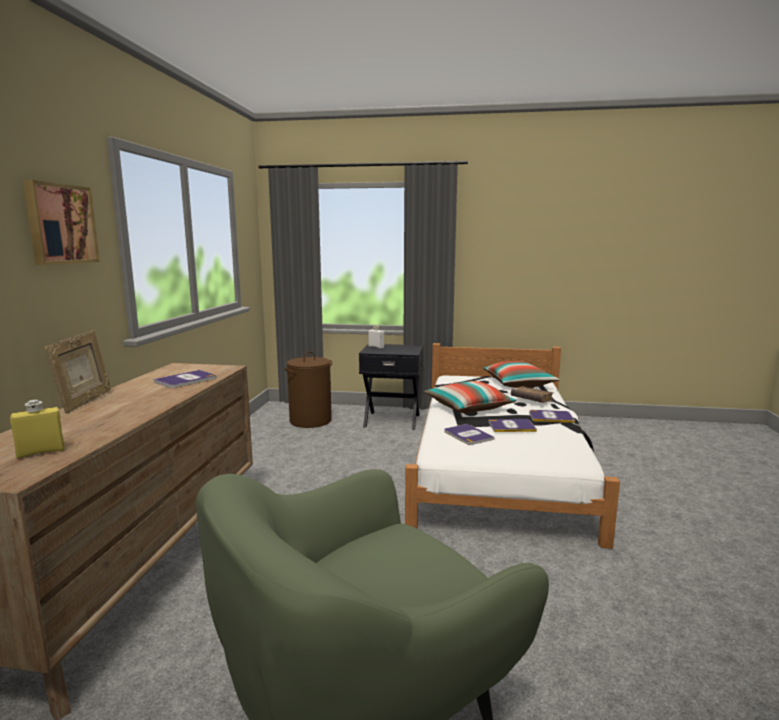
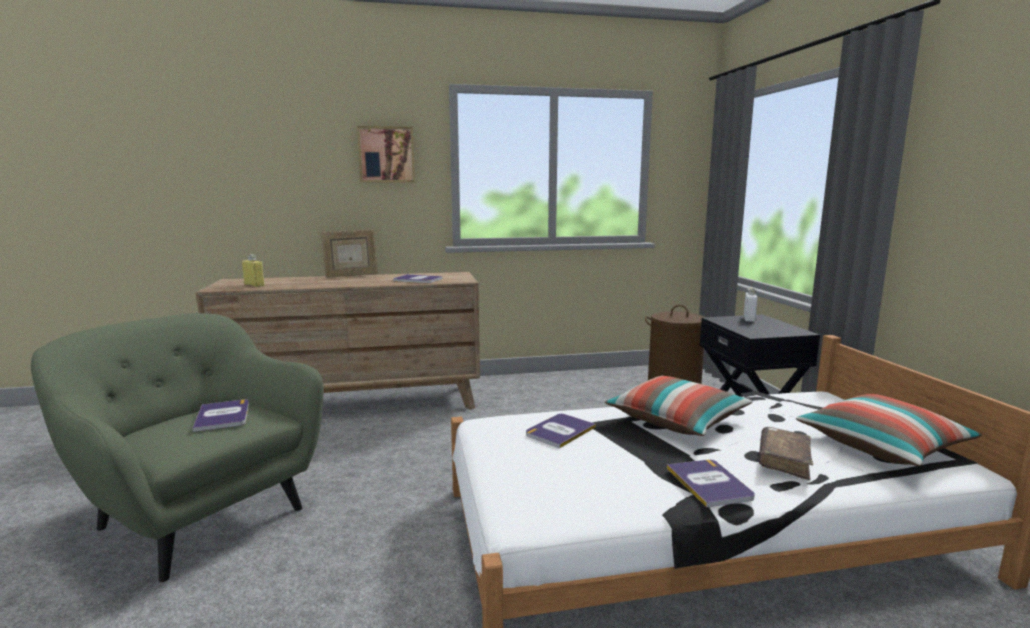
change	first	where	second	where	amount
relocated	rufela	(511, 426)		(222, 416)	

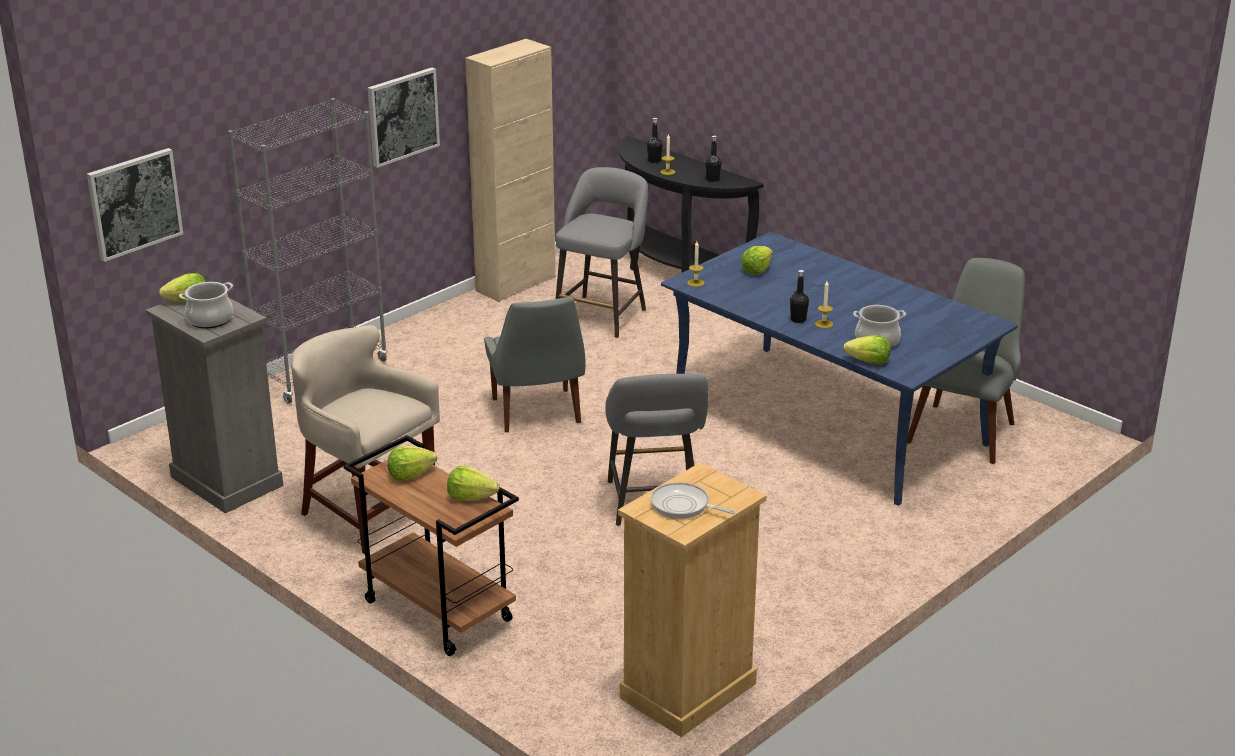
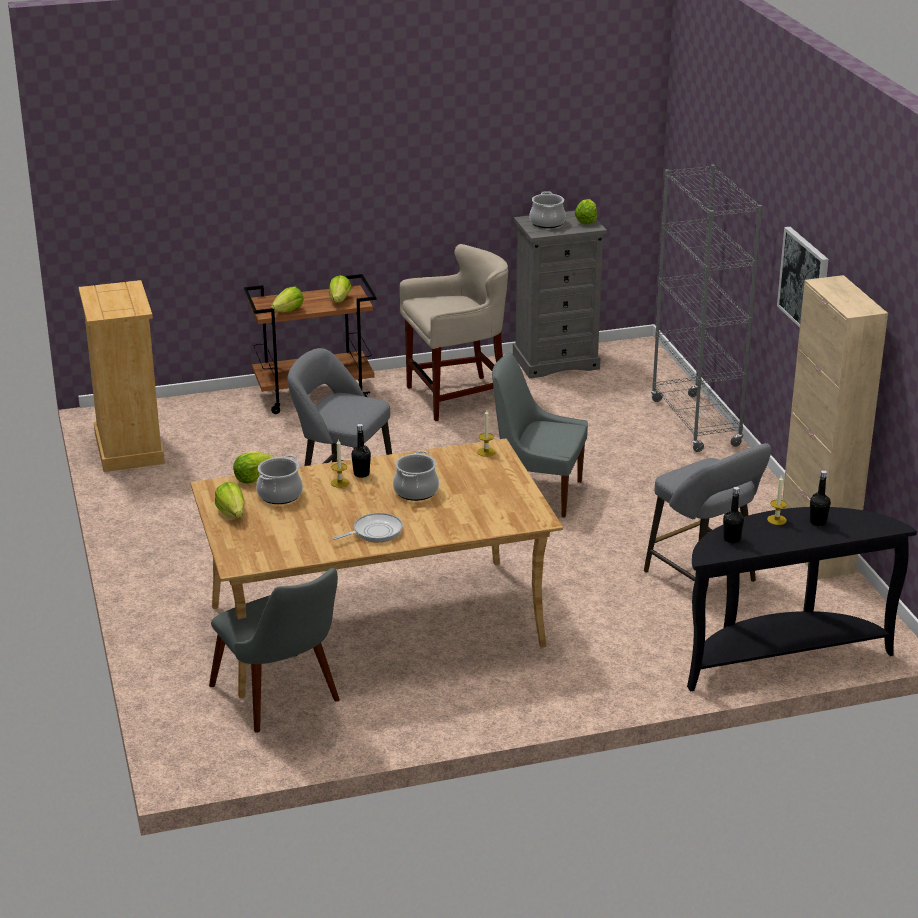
change	first	where	second	where	amount
missing	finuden	(134, 203)			
appeared			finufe	(416, 491)	
relocated	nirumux	(683, 506)		(374, 532)	
relocated	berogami	(757, 270)		(232, 513)	
colour	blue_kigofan	(826, 421)	beige_kigofan	(376, 625)	

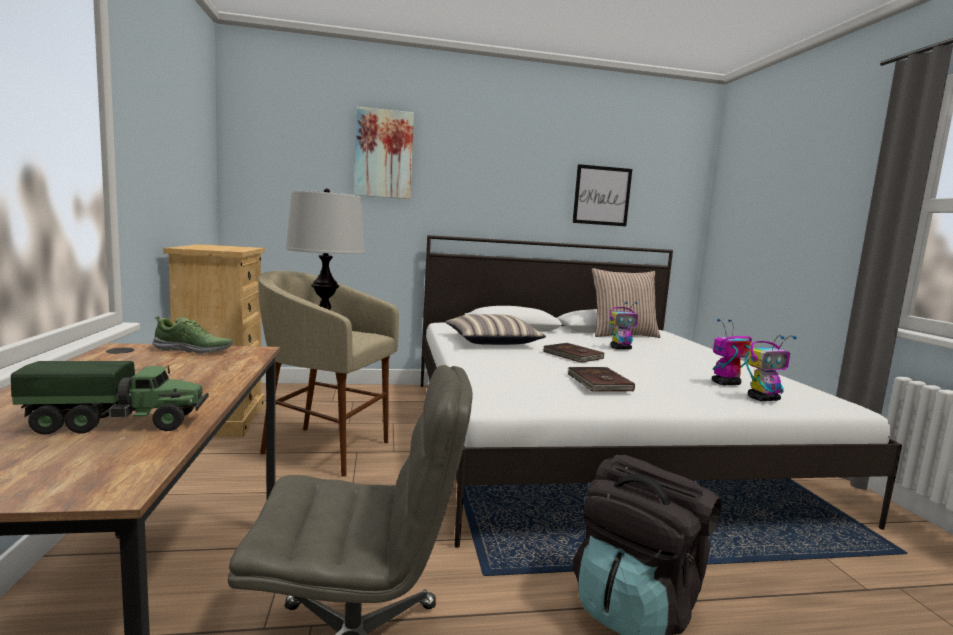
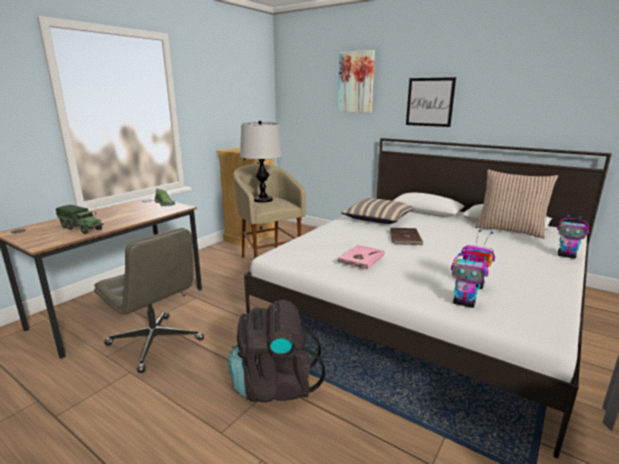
change	first	where	second	where	amount
relocated	finuden	(602, 196)		(430, 102)	
relocated	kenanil	(621, 348)		(566, 256)	
colour	brown_rufela	(598, 382)	pink_rufela	(361, 259)	

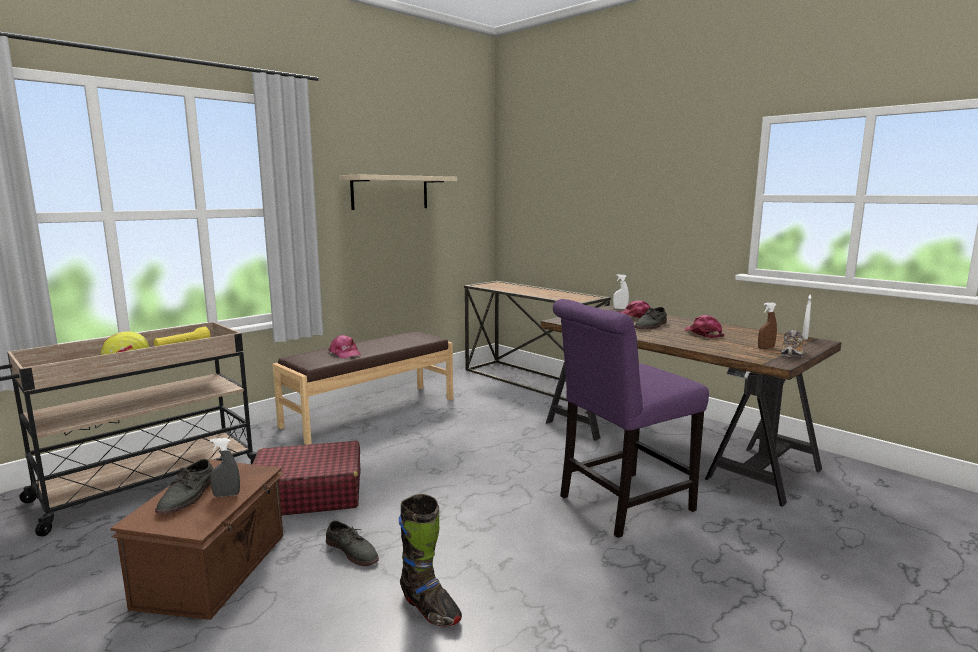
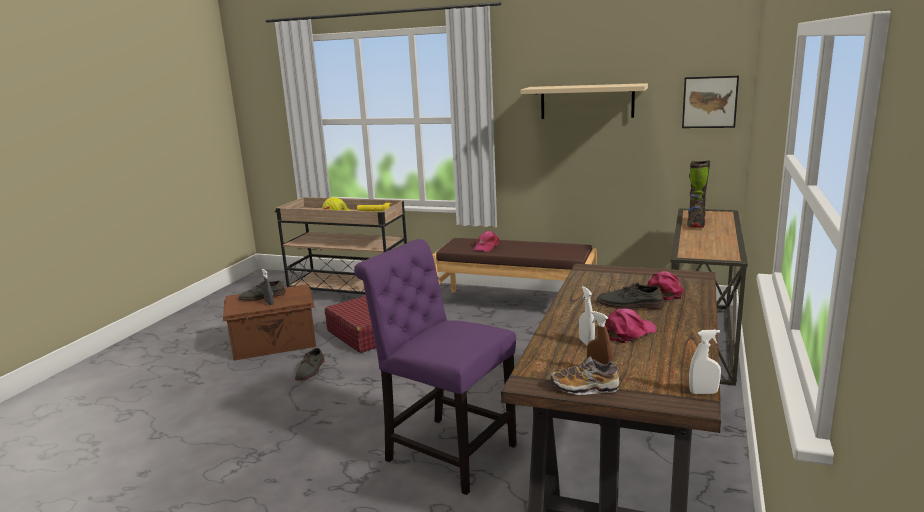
change	first	where	second	where	amount
appeared			finuden	(709, 102)	
relocated	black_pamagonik	(429, 608)		(695, 224)	
relocated	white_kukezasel	(620, 308)		(586, 343)	

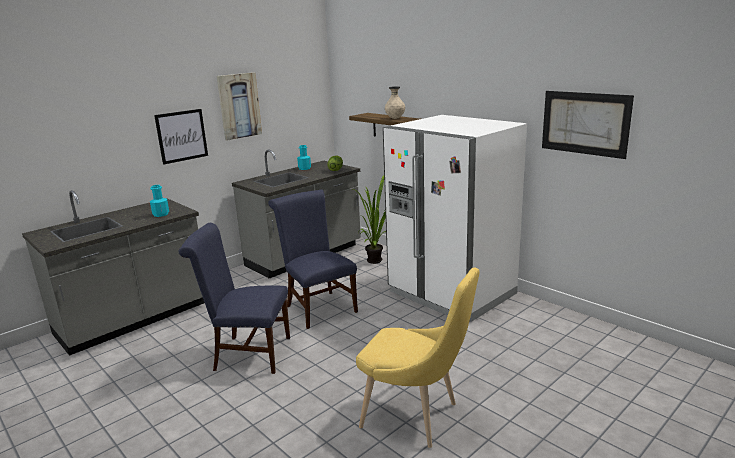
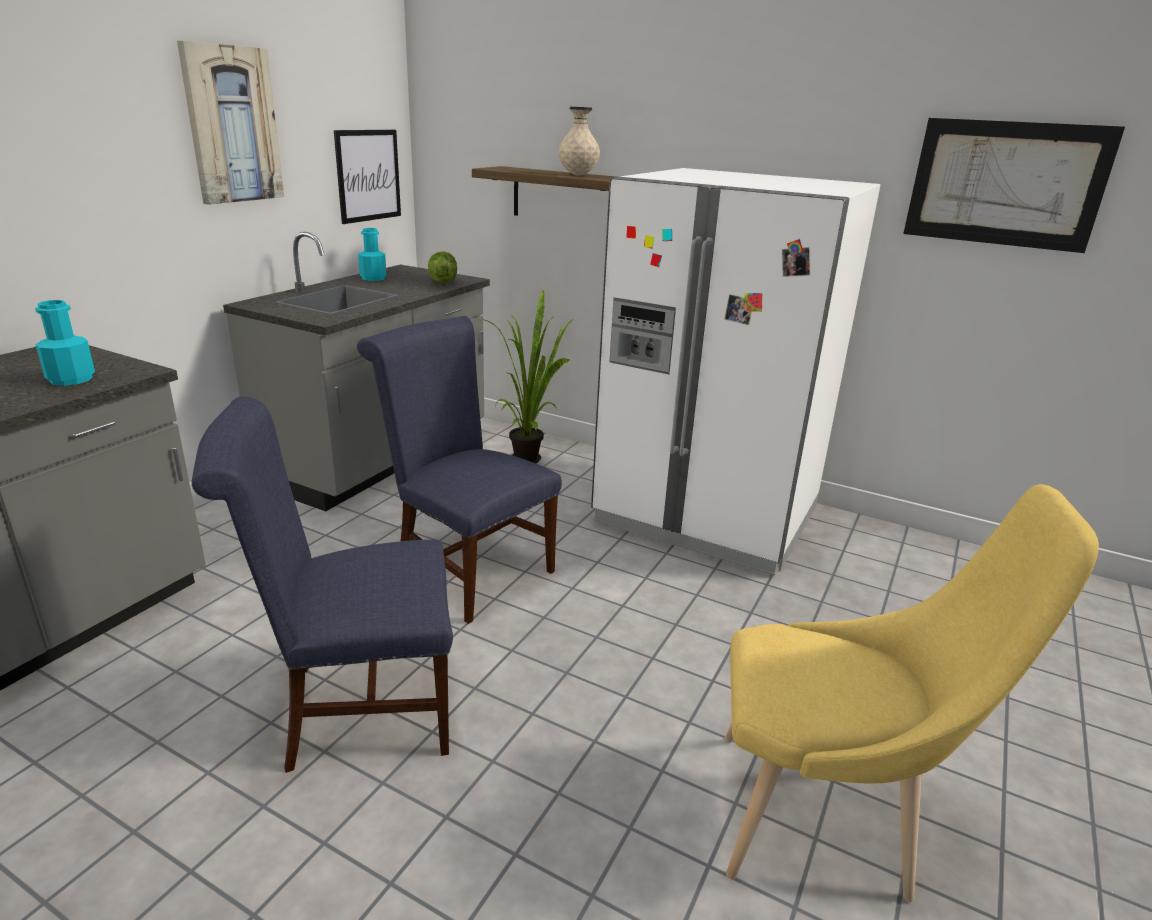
change	first	where	second	where	amount
relocated	finuden	(182, 136)		(368, 175)	

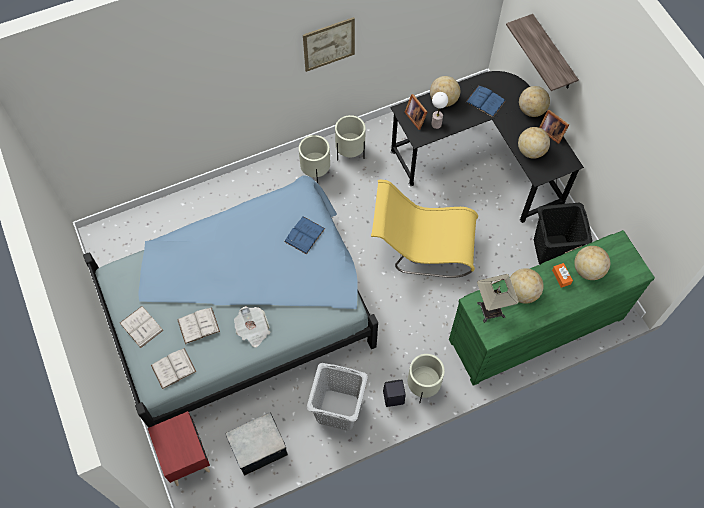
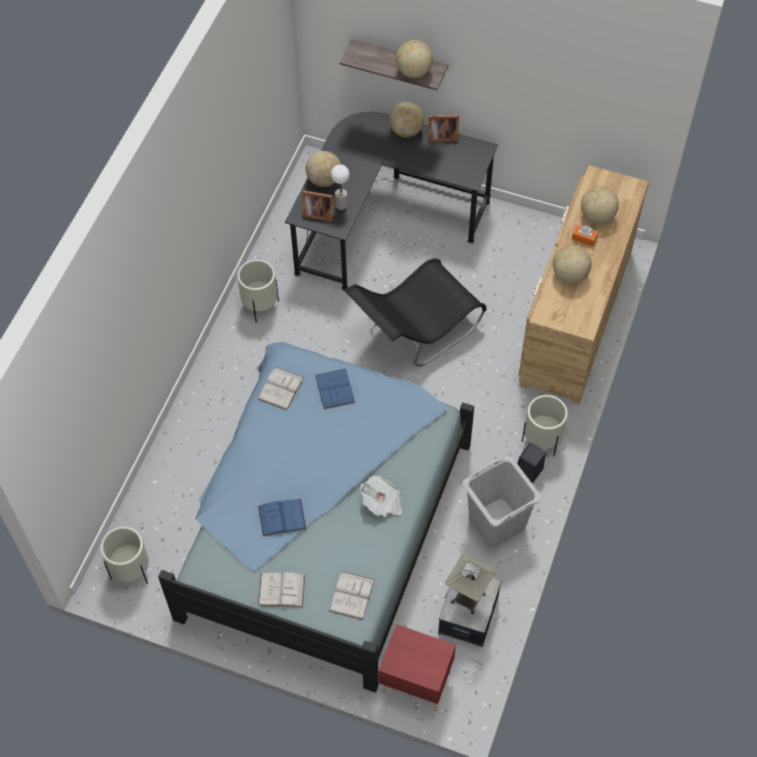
change	first	where	second	where	amount
missing	finuden	(329, 44)			
missing	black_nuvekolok	(553, 251)			
relocated	white_rufela	(198, 325)		(281, 388)	
relocated	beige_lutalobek	(315, 172)		(131, 571)	
relocated	blue_rufela	(485, 101)		(282, 517)	
relocated	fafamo	(491, 310)		(468, 598)	
relocated	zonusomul	(531, 151)		(414, 72)	
colour	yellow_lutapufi	(422, 248)	black_lutapufi	(416, 332)	
colour	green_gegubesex	(535, 328)	brown_gegubesex	(575, 317)	

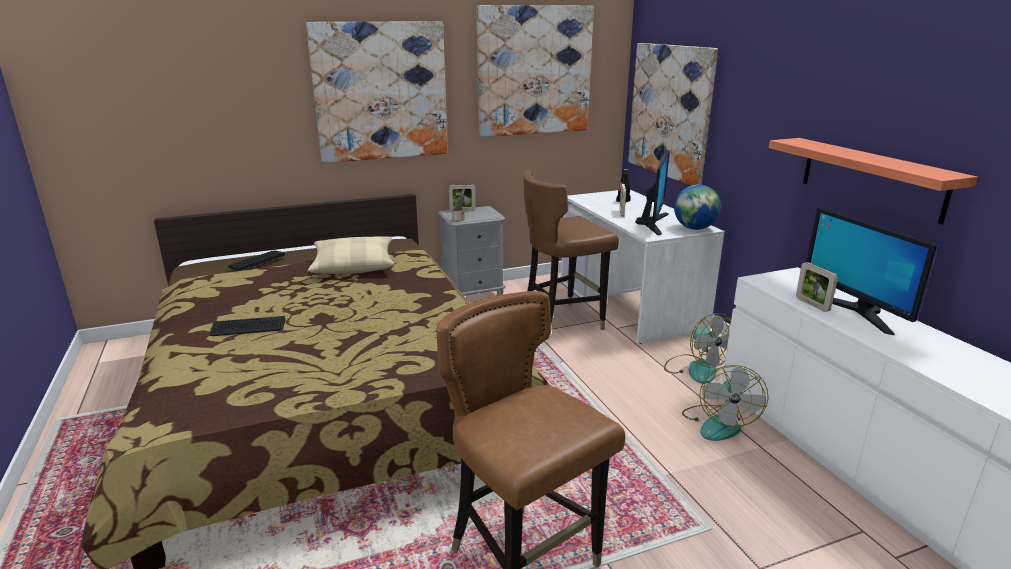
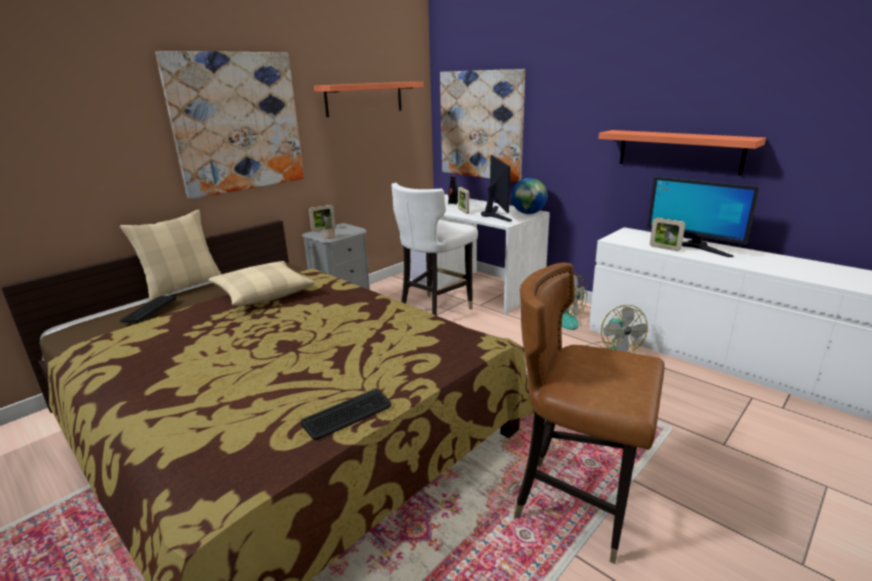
change	first	where	second	where	amount
appeared			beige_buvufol	(184, 287)	
relocated	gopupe	(248, 327)		(348, 415)	
exchanged	finuden	(534, 71)	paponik	(364, 98)	
colour	brown_lutapufi	(562, 321)	white_lutapufi	(435, 310)	

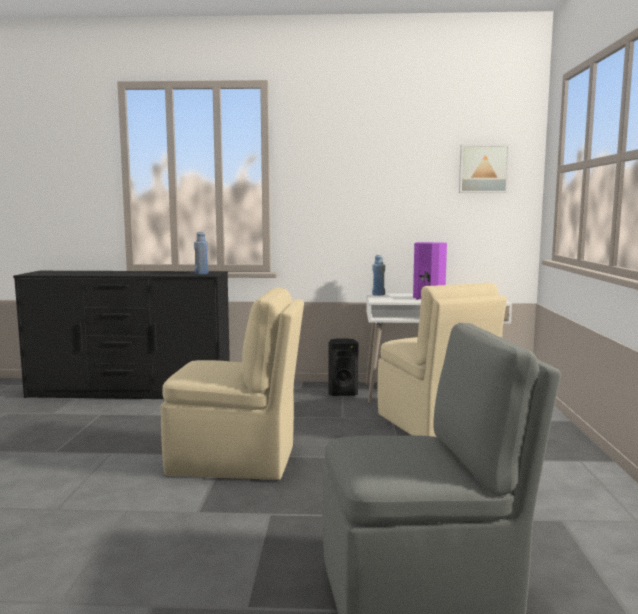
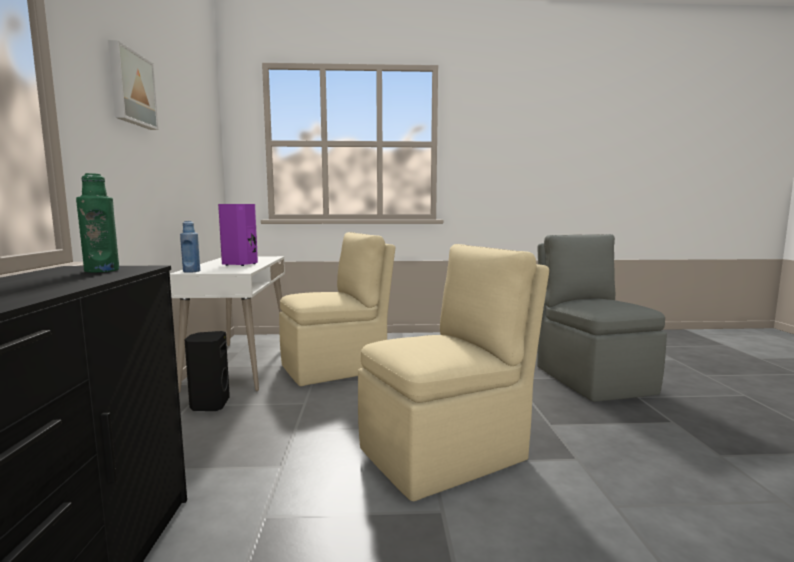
change	first	where	second	where	amount
relocated	finuden	(483, 169)		(131, 88)	
colour	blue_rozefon	(201, 273)	green_rozefon	(102, 270)	
spun	beige_lutapufi	(236, 460)		(446, 453)	60 degrees clockwise

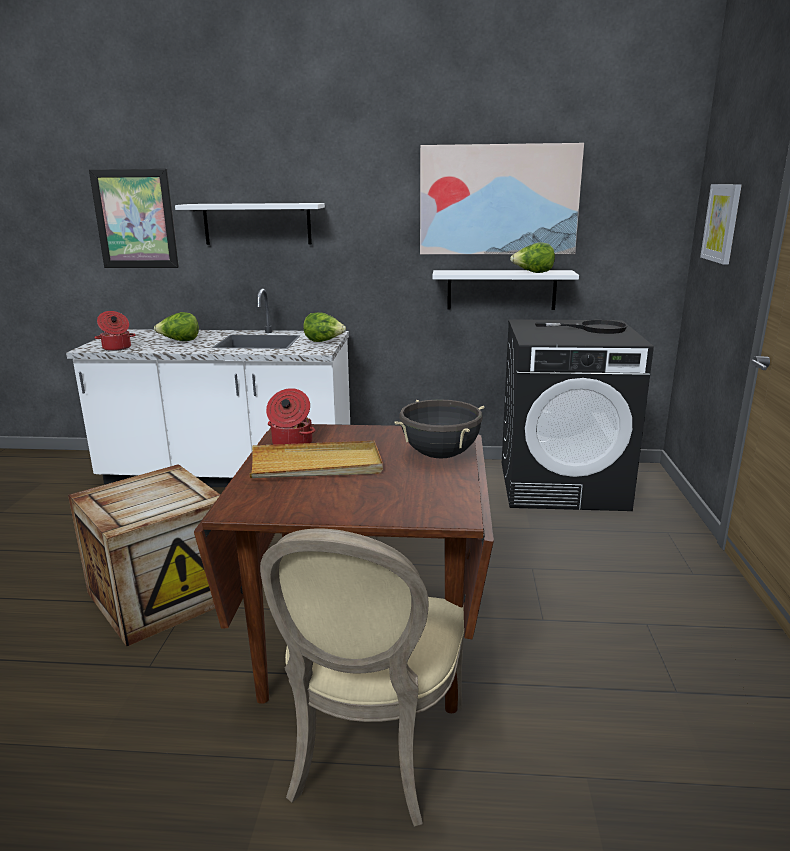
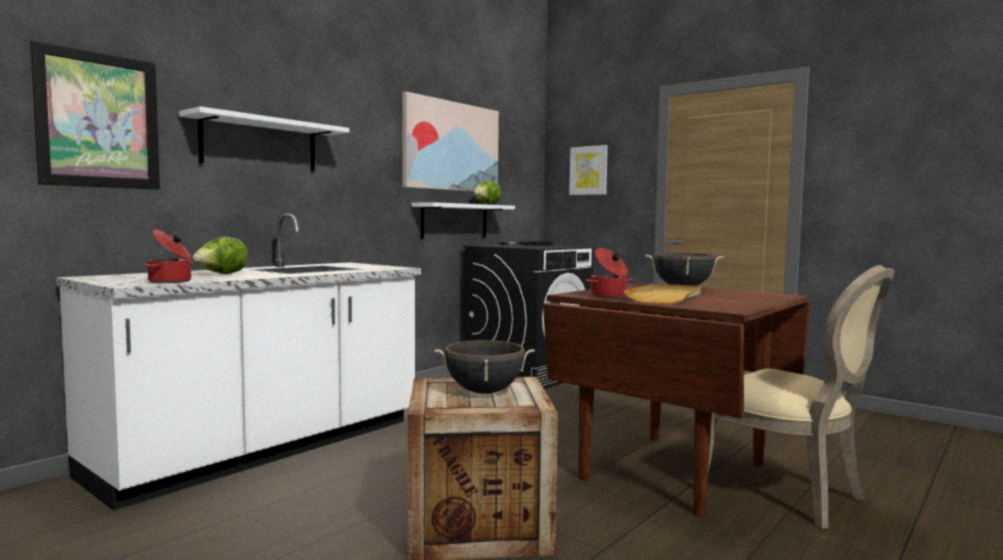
change	first	where	second	where	amount
missing	berogami	(324, 341)			
appeared			black_finufe	(484, 392)	

